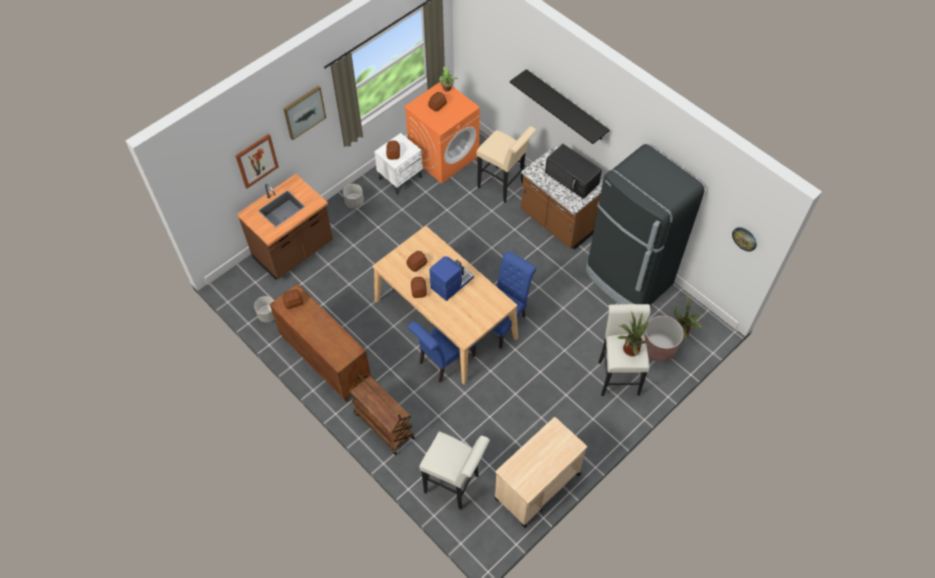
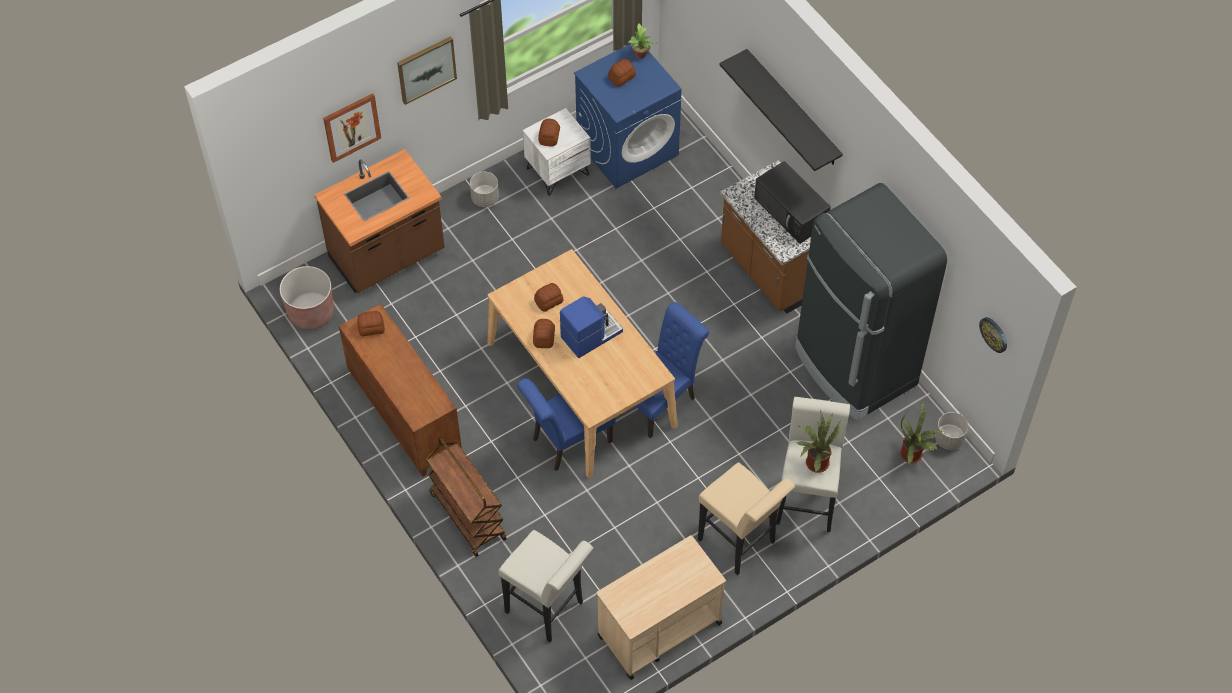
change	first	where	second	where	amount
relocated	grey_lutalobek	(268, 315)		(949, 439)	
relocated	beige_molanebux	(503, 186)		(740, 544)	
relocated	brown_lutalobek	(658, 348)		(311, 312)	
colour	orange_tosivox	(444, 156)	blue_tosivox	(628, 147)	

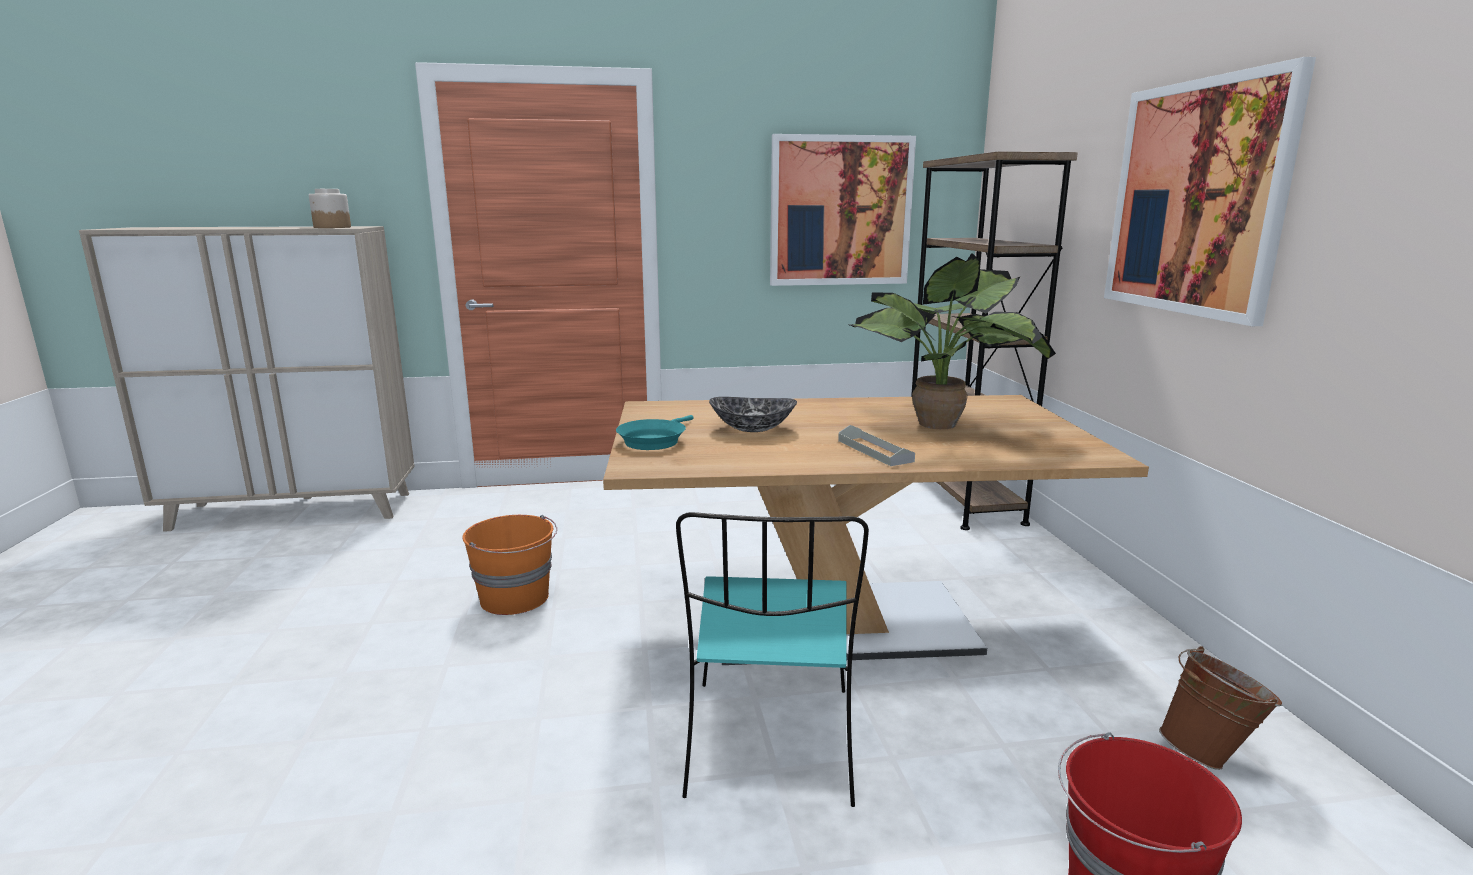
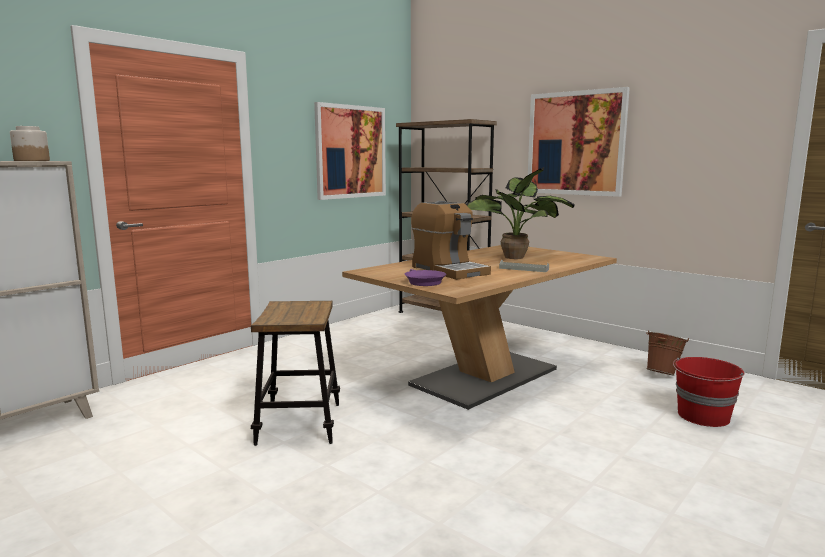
change	first	where	second	where	amount
missing	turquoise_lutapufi	(771, 744)			
exchanged	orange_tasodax	(516, 598)	molanebux	(299, 423)	
exchanged	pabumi	(753, 428)	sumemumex	(448, 270)	
colour	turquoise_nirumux	(654, 440)	purple_nirumux	(423, 282)	

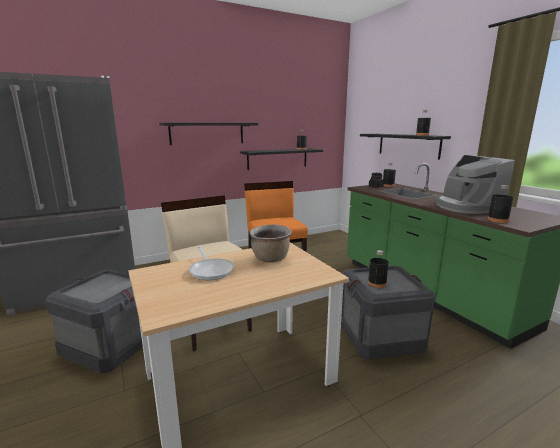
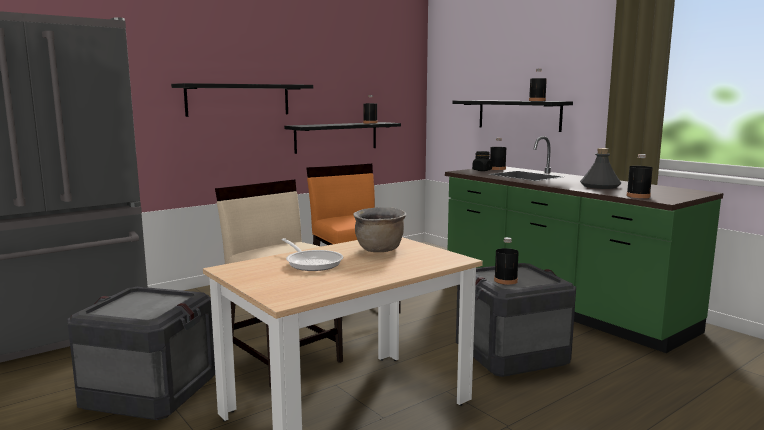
change	first	where	second	where	amount
exchanged	sumemumex	(466, 207)	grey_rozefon	(600, 186)	

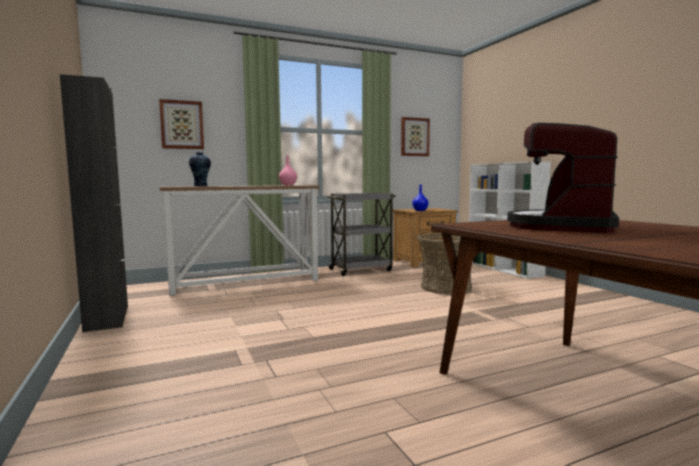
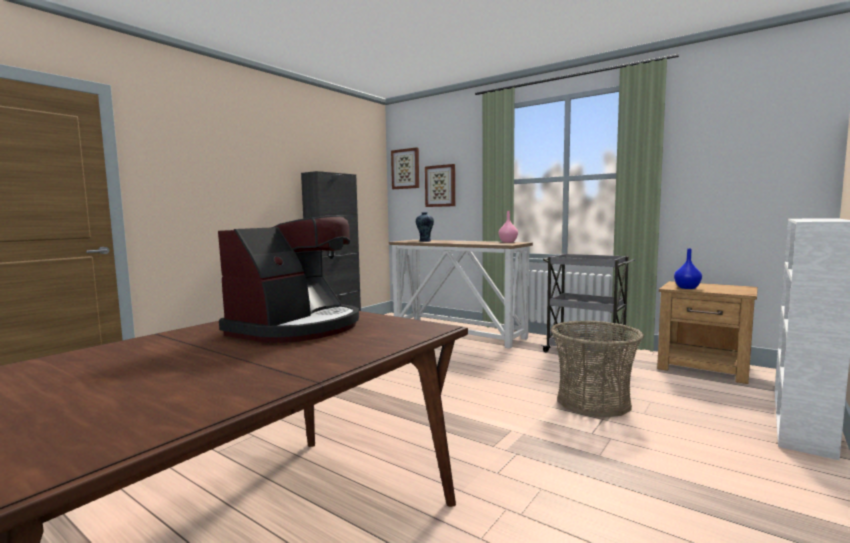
change	first	where	second	where	amount
relocated	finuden	(414, 137)		(405, 169)	
spun	sumemumex	(563, 226)		(297, 328)	120 degrees clockwise

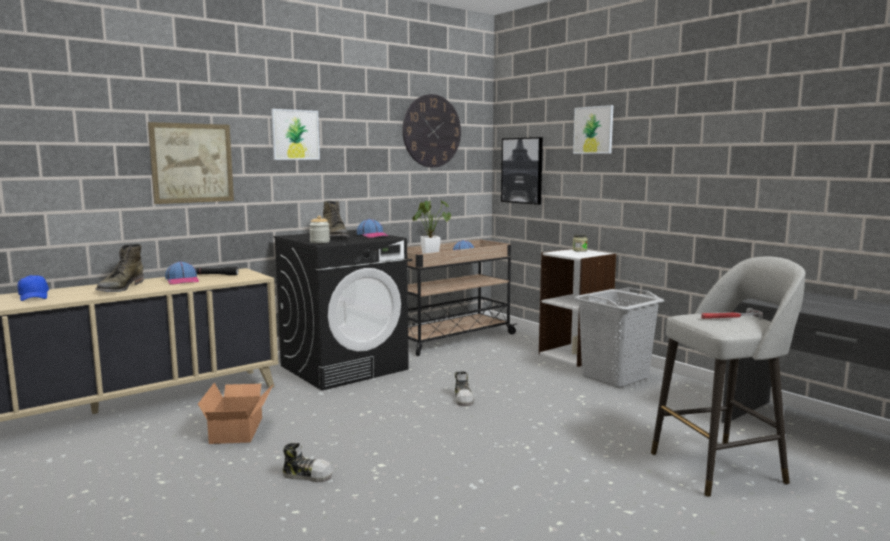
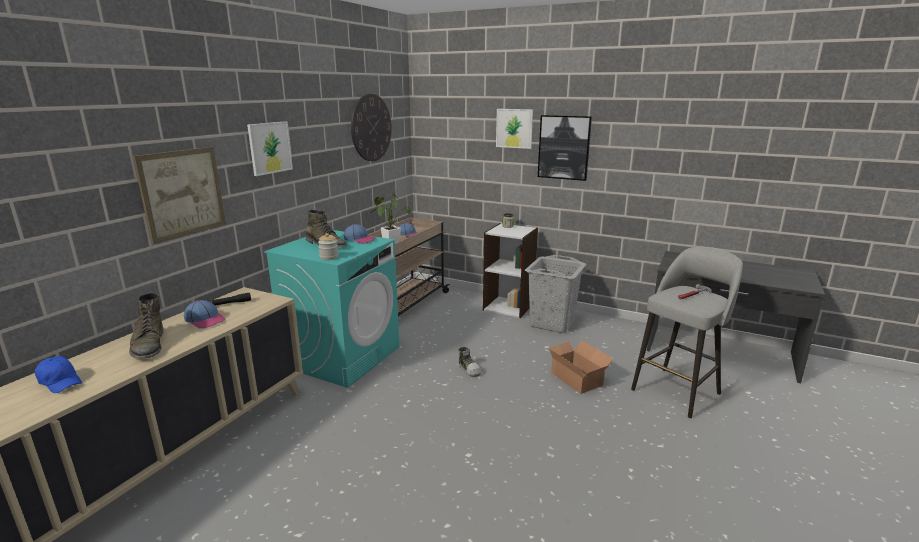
change	first	where	second	where	amount
missing	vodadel	(307, 475)			
relocated	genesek	(239, 429)		(577, 378)	
relocated	finuden	(522, 170)		(564, 147)	
colour	black_tosivox	(344, 367)	turquoise_tosivox	(343, 356)	

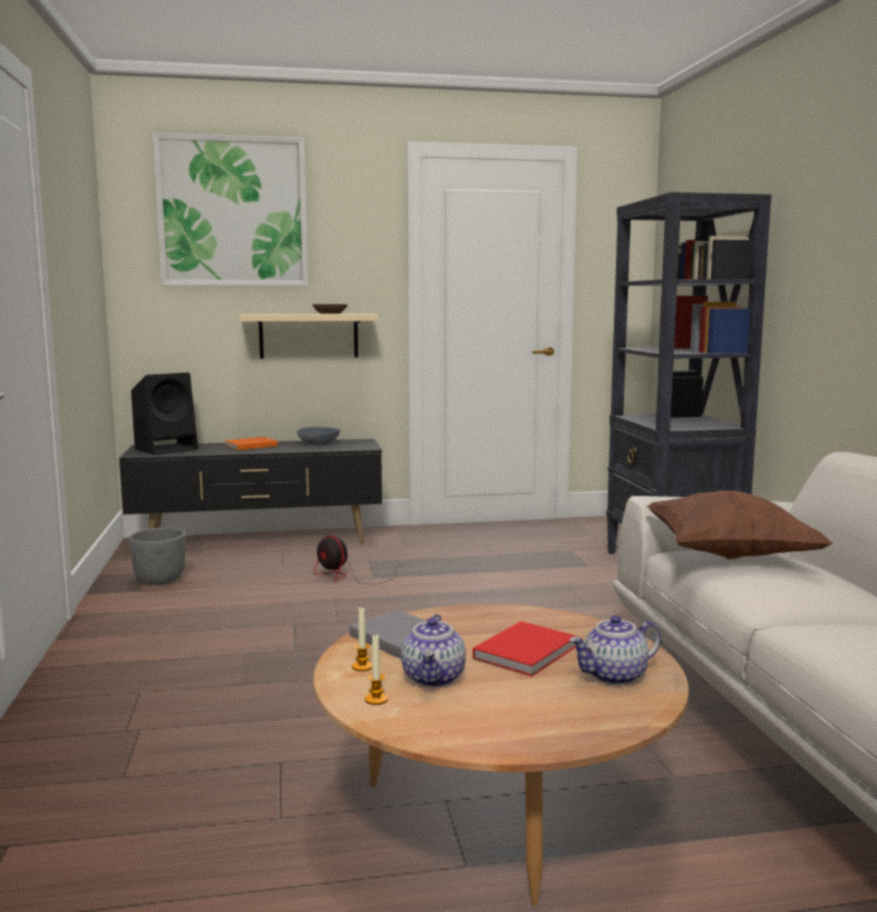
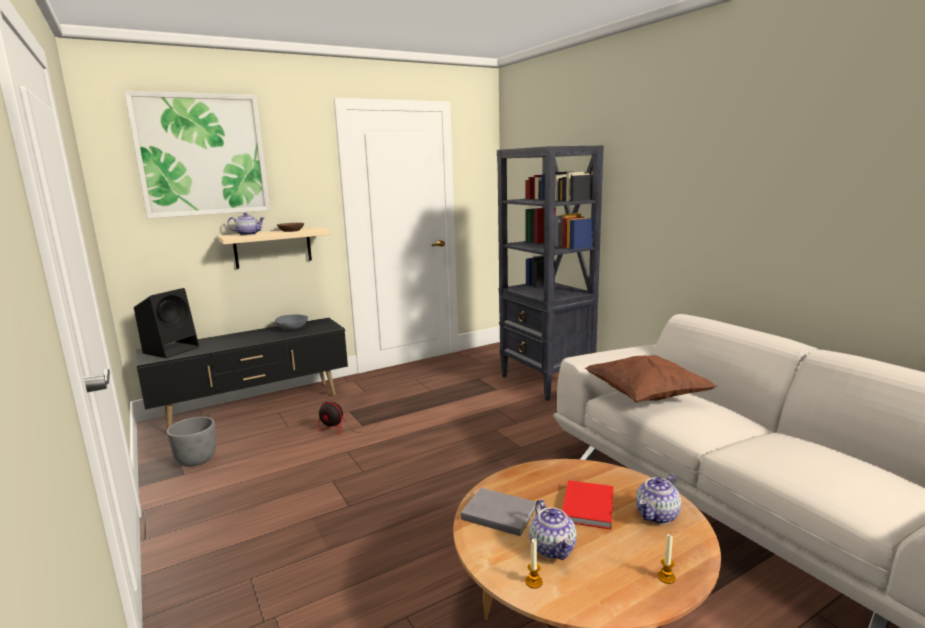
change	first	where	second	where	amount
missing	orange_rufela	(249, 446)			
appeared			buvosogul	(248, 234)	
relocated	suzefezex	(362, 666)		(666, 577)	

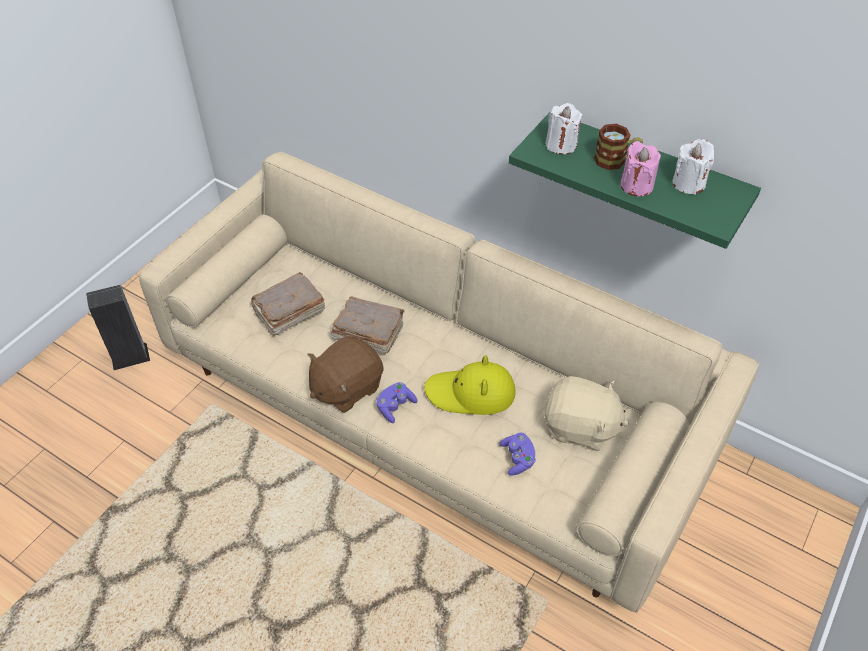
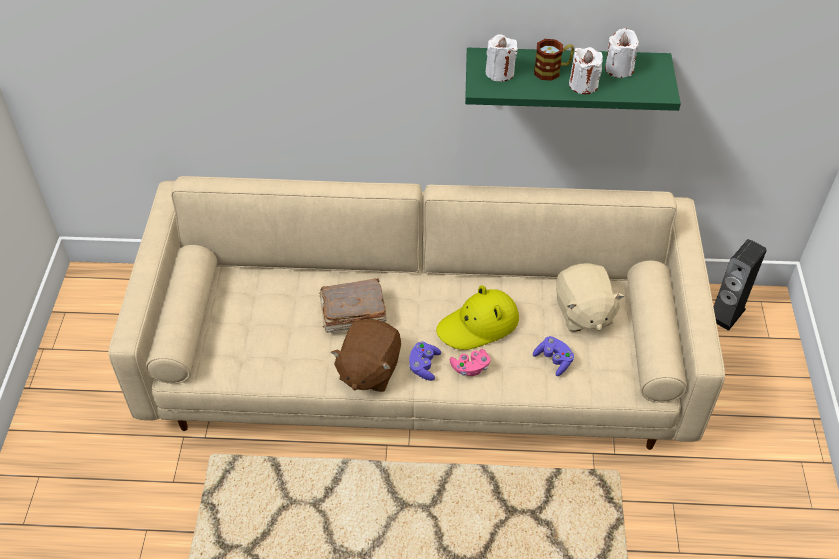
change	first	where	second	where	amount
missing	brown_rufela	(288, 313)			
appeared			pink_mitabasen	(470, 368)	
relocated	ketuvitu	(130, 356)		(726, 313)	
colour	pink_suzefezex	(636, 185)	white_suzefezex	(583, 85)	
spun	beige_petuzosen	(580, 427)		(583, 313)	90 degrees clockwise

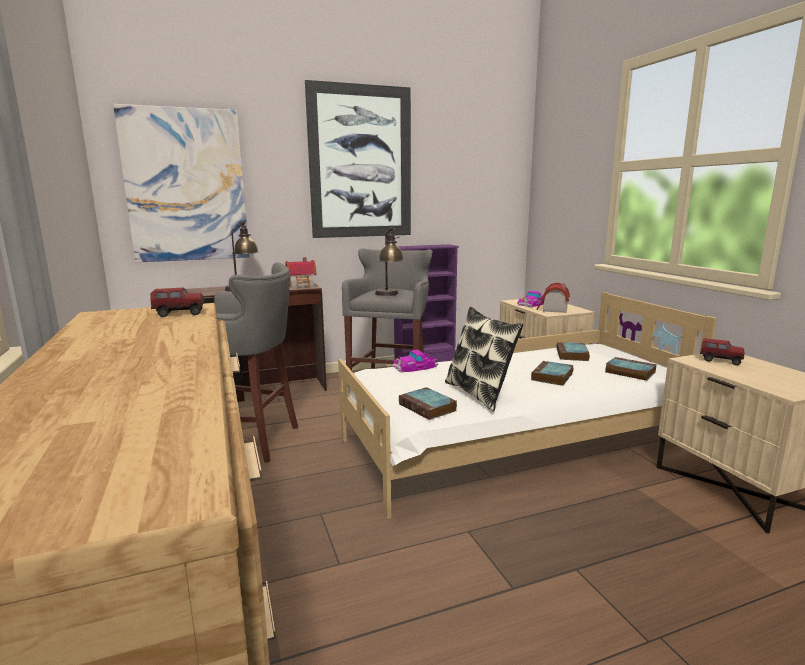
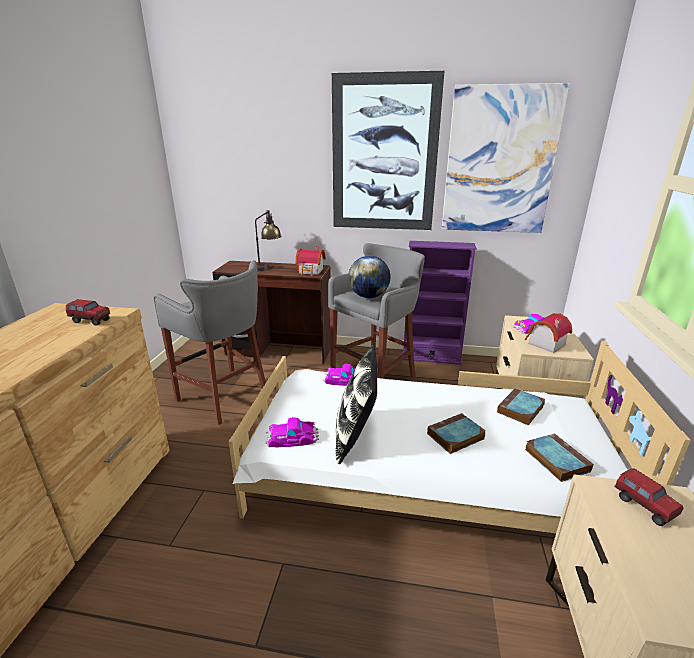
change	first	where	second	where	amount
relocated	finuden	(186, 186)		(499, 162)	
exchanged	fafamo	(389, 295)	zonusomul	(369, 296)	
exchanged	rufela	(428, 407)	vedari	(292, 437)	

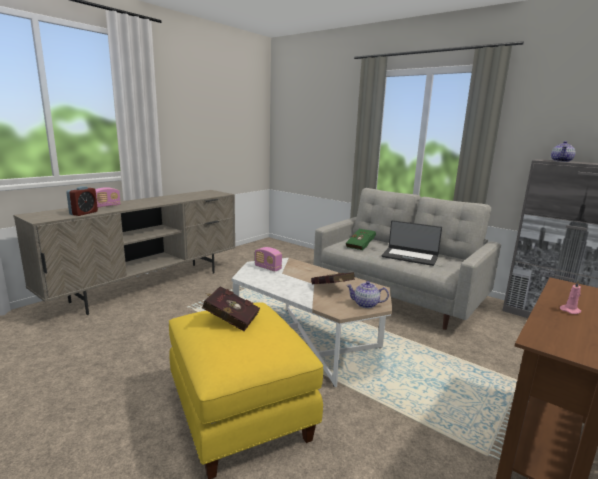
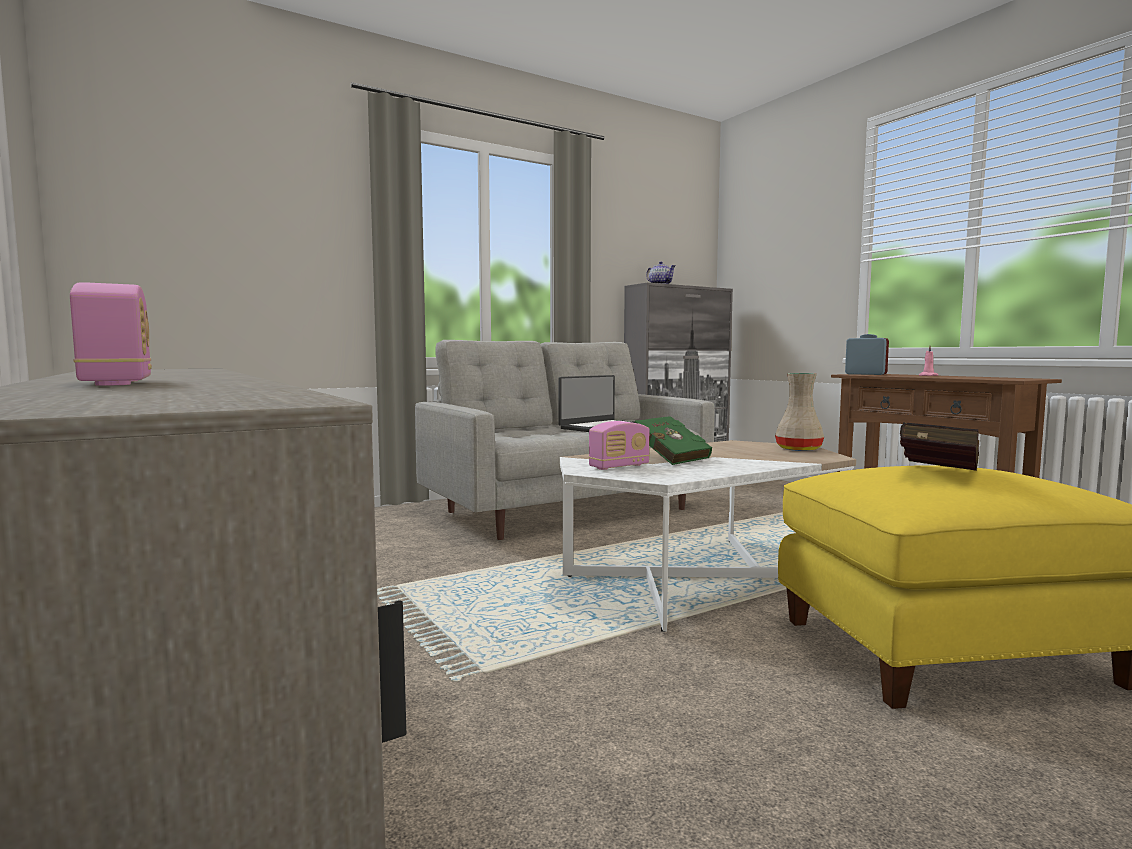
change	first	where	second	where	amount
missing	red_rufela	(332, 289)			
relocated	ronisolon	(84, 213)		(865, 374)	
relocated	green_rufela	(361, 246)		(669, 458)	
exchanged	buvosogul	(366, 304)	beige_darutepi	(799, 449)	

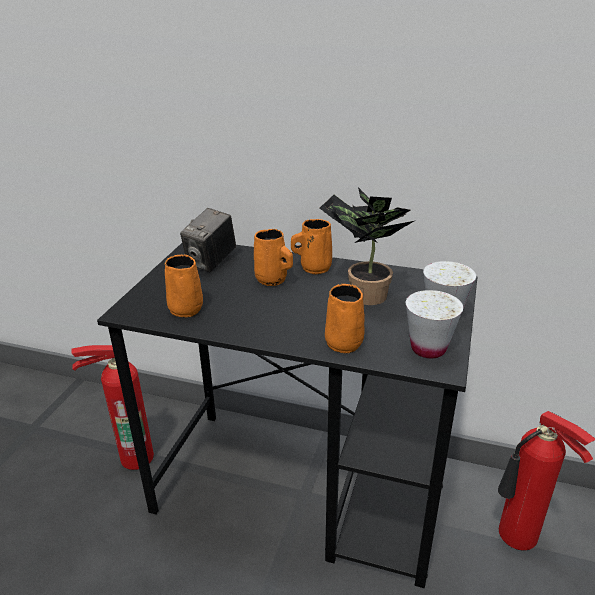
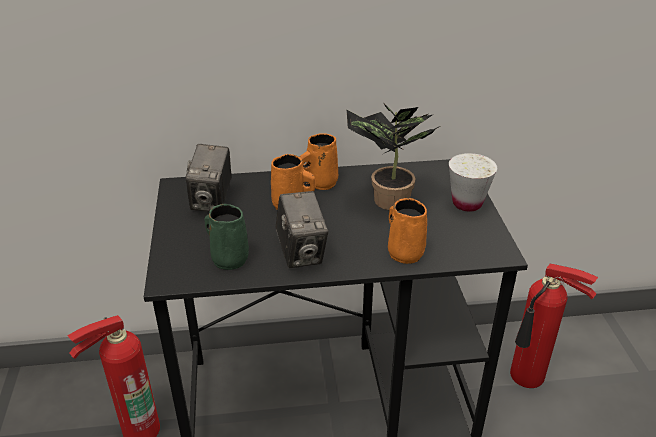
change	first	where	second	where	amount
missing	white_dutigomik	(428, 348)			
appeared			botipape	(301, 253)	
colour	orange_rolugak	(185, 308)	green_rolugak	(228, 258)	

